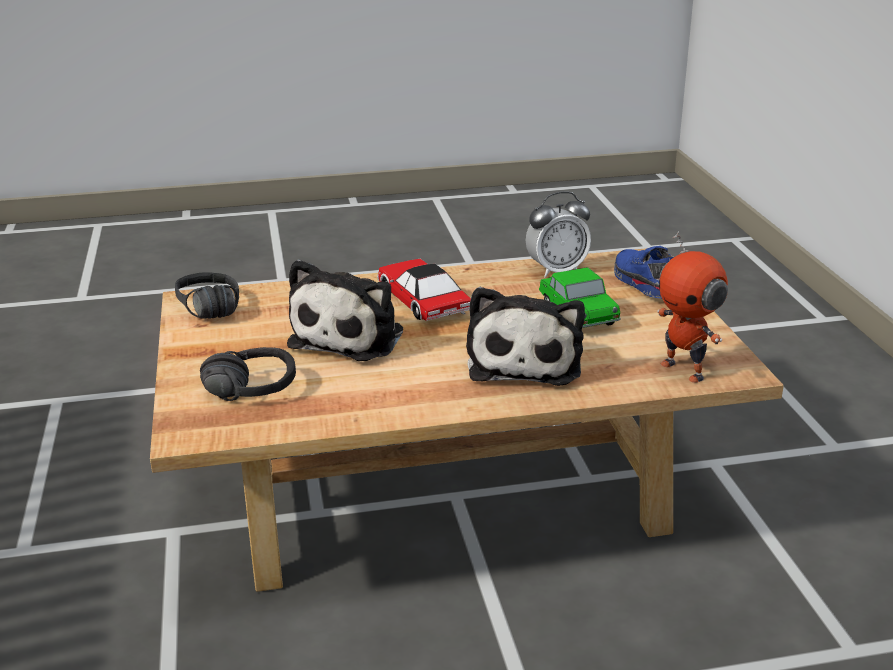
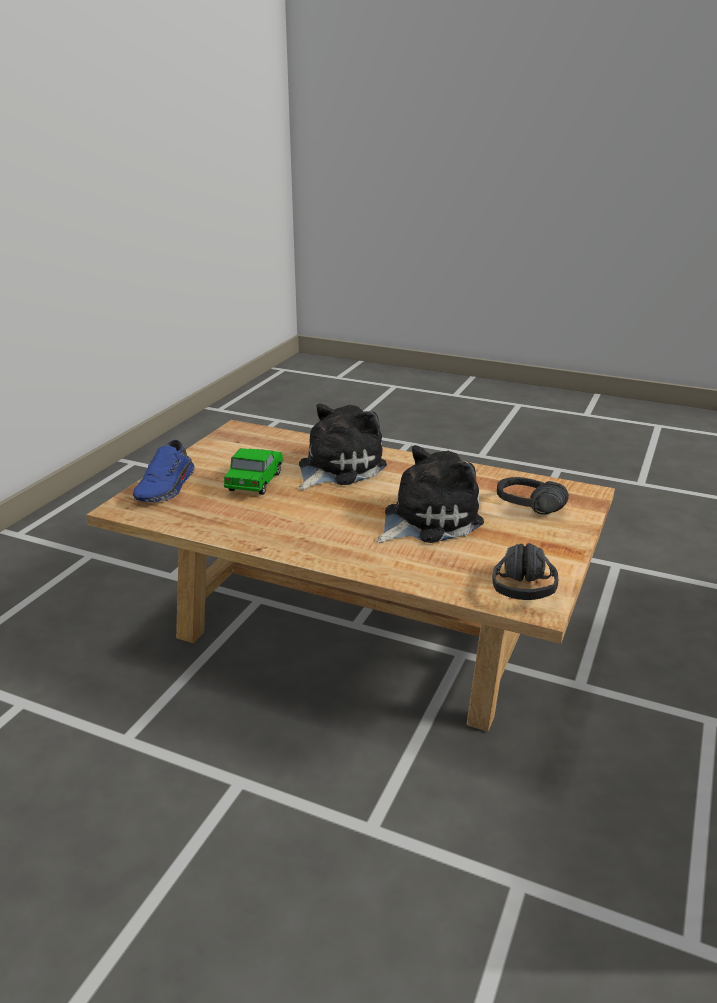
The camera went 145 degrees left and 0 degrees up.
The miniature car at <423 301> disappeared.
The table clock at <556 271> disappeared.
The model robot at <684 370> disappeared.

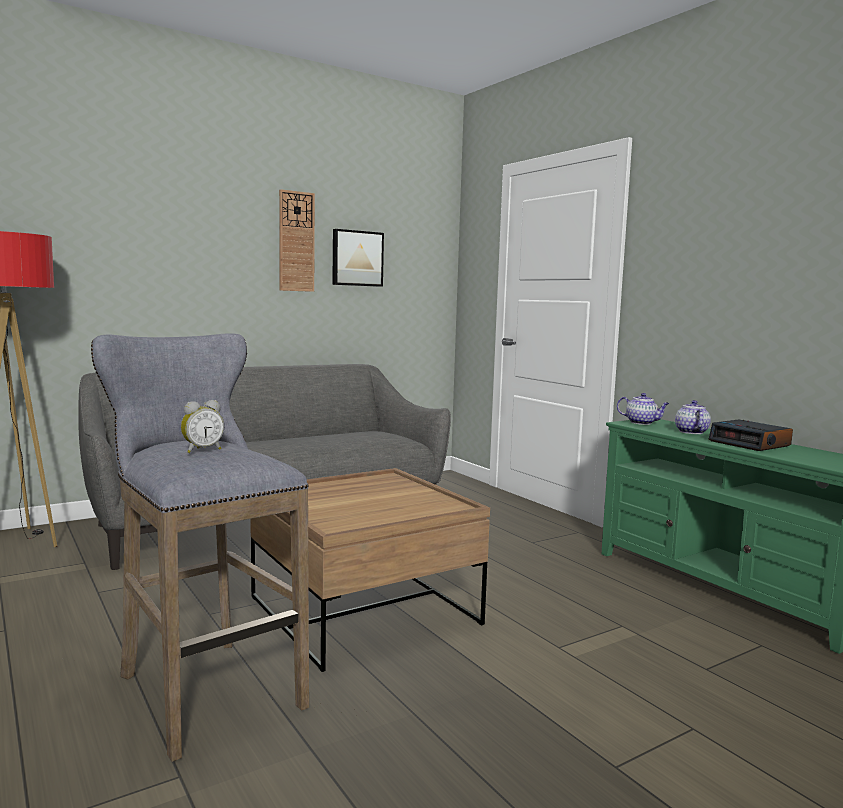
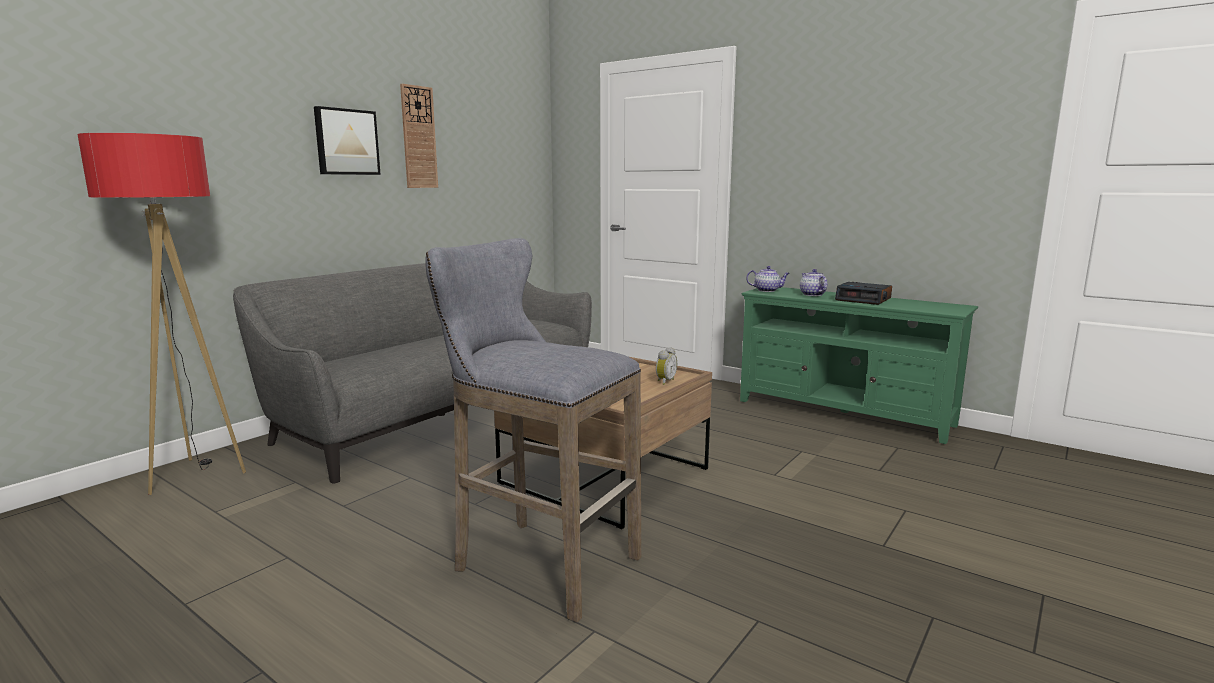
The camera went 20 degrees left and 5 degrees up.
The table clock moved from <202 450> to <664 381>.
The wall art moved from <357 258> to <346 142>.

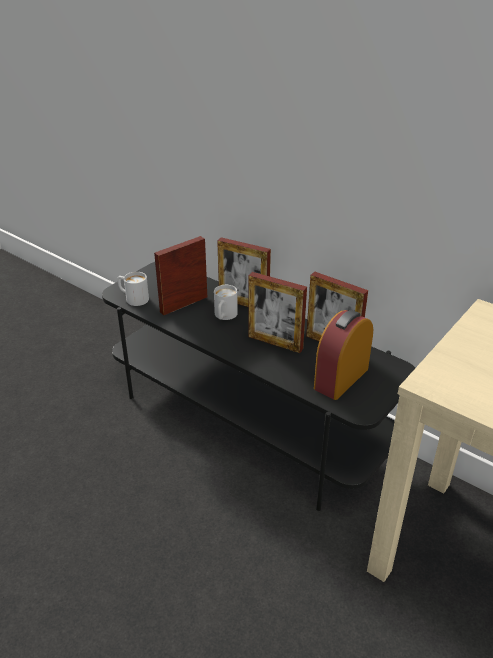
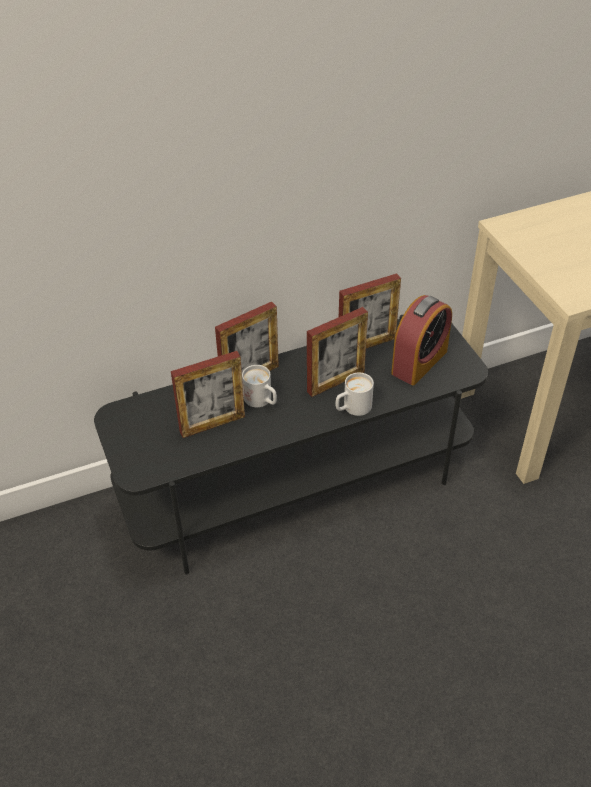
The camera went 60 degrees left and 10 degrees up.
The white coffee mug moved from <133 298> to <352 408>.
The standing frame at <184 304> turned 105 degrees counterclockwise.
The table clock at <341 378> turned 120 degrees counterclockwise.

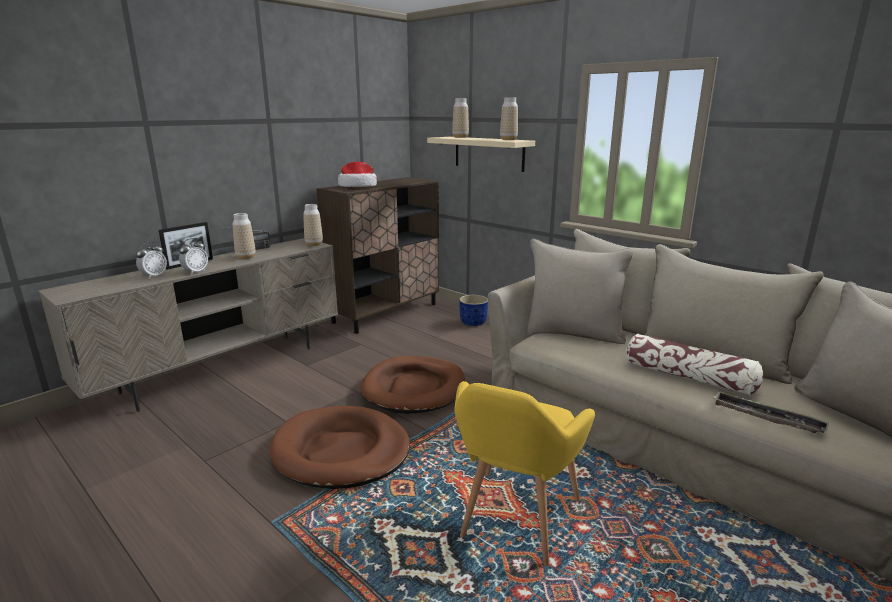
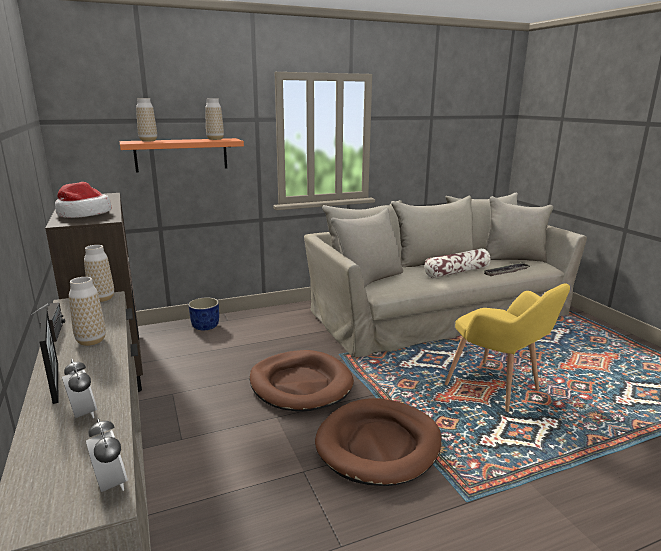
The camera went 65 degrees left and 0 degrees up.
The table clock moved from <195 272> to <111 484>.
The sand-coloured bracket shelf at <489 153> became the orangey bracket shelf at <181 155>.

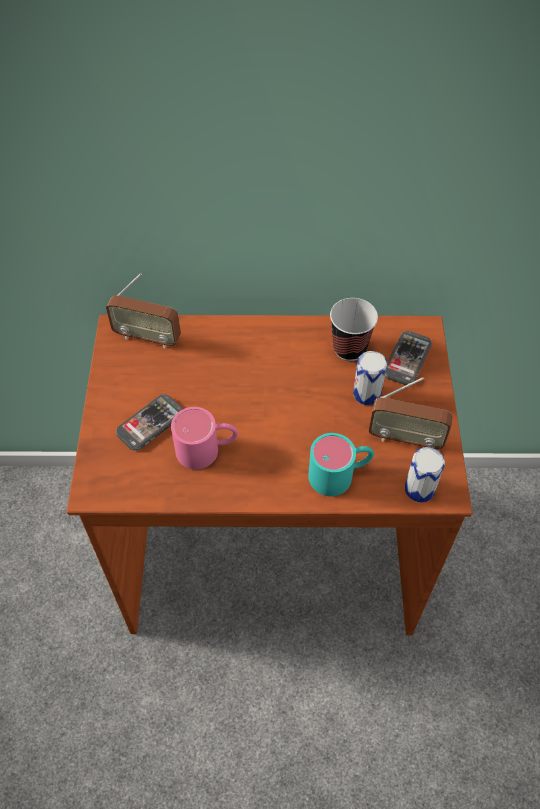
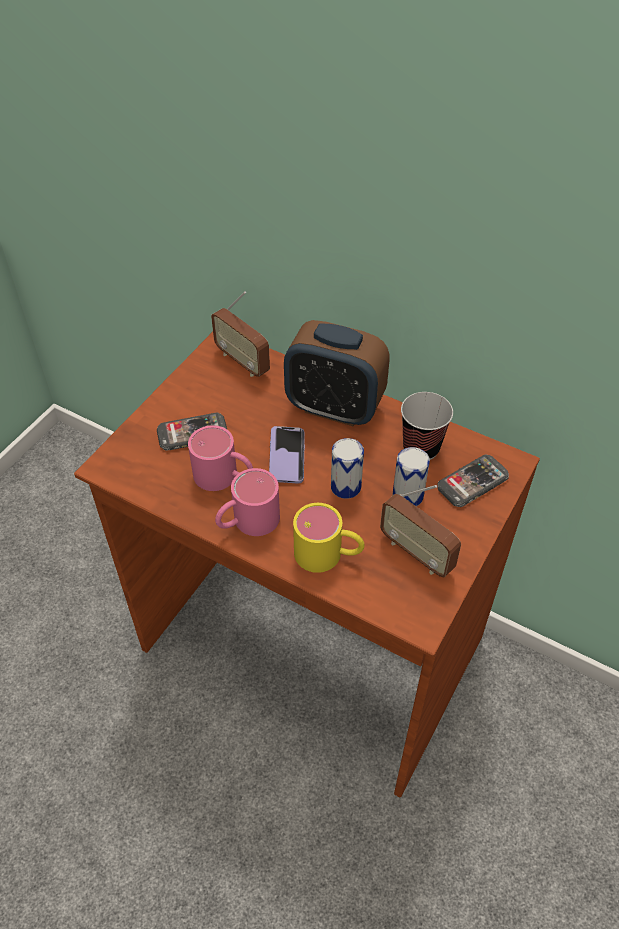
The camera went 30 degrees right and 5 degrees down.
The pinkish coffee mug at <247 522> appeared.
The phone at <287 456> appeared.
The table clock at <334 408> appeared.
The sealed can moved from <419 489> to <346 486>.
The blue-green coffee mug at <340 474> became the yellow coffee mug at <328 555>.

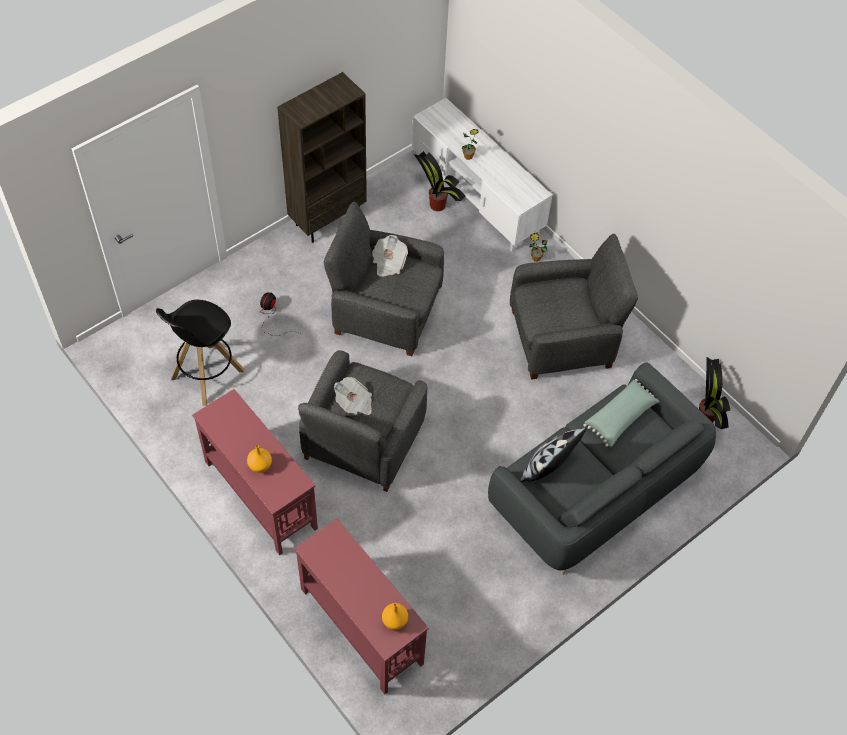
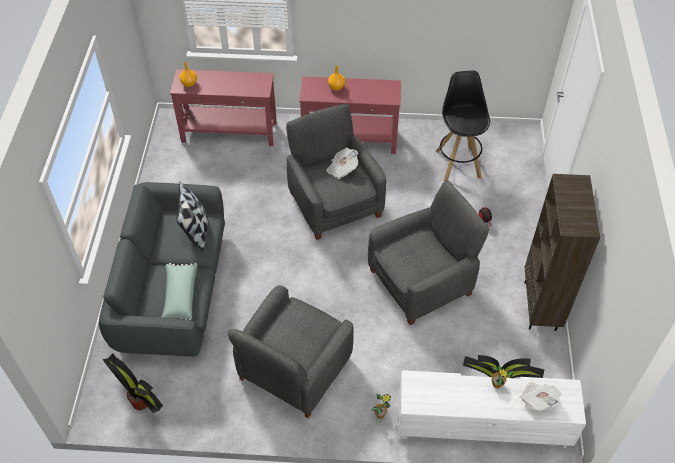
The camera went 135 degrees right and 5 degrees down.
The newspaper moved from <388 263> to <538 399>.

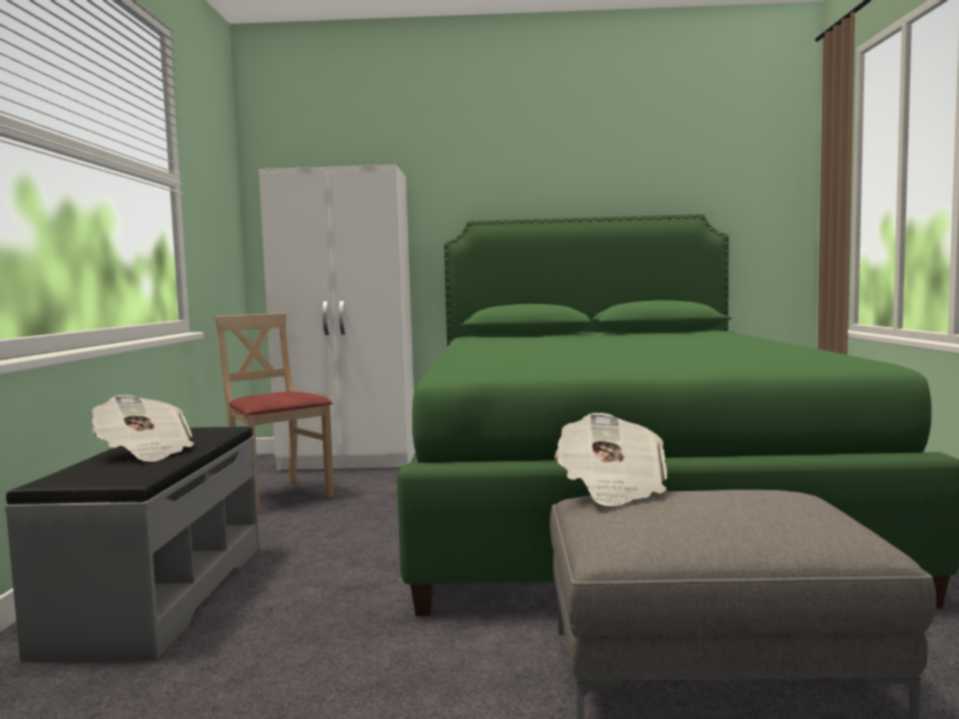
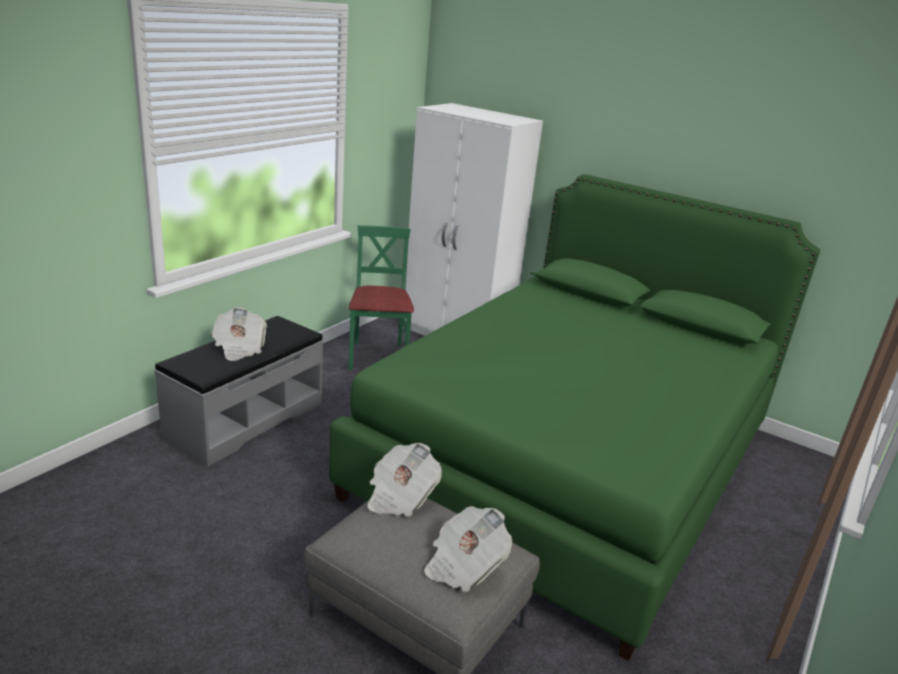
The camera went 30 degrees right and 20 degrees up.
The newspaper at <464 565> appeared.
The sand-coloured upright chair at <278 495> became the green-coloured upright chair at <378 356>.

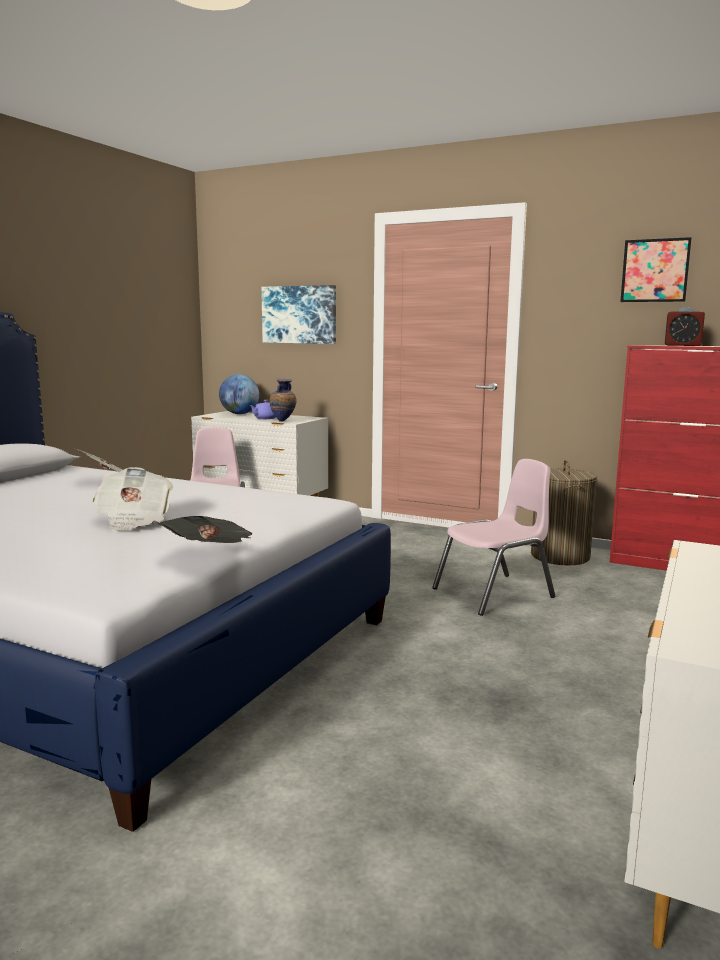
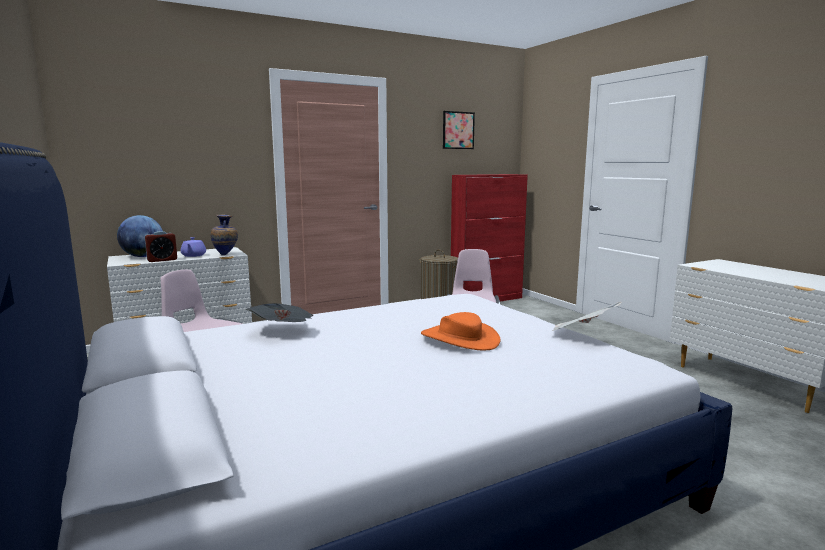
The camera went 55 degrees left and 0 degrees up.
The wall art at <299 314> disappeared.
The table clock moved from <682 345> to <162 260>.
The newspaper at <133 519> was replaced by the orangey hat at <460 339>.

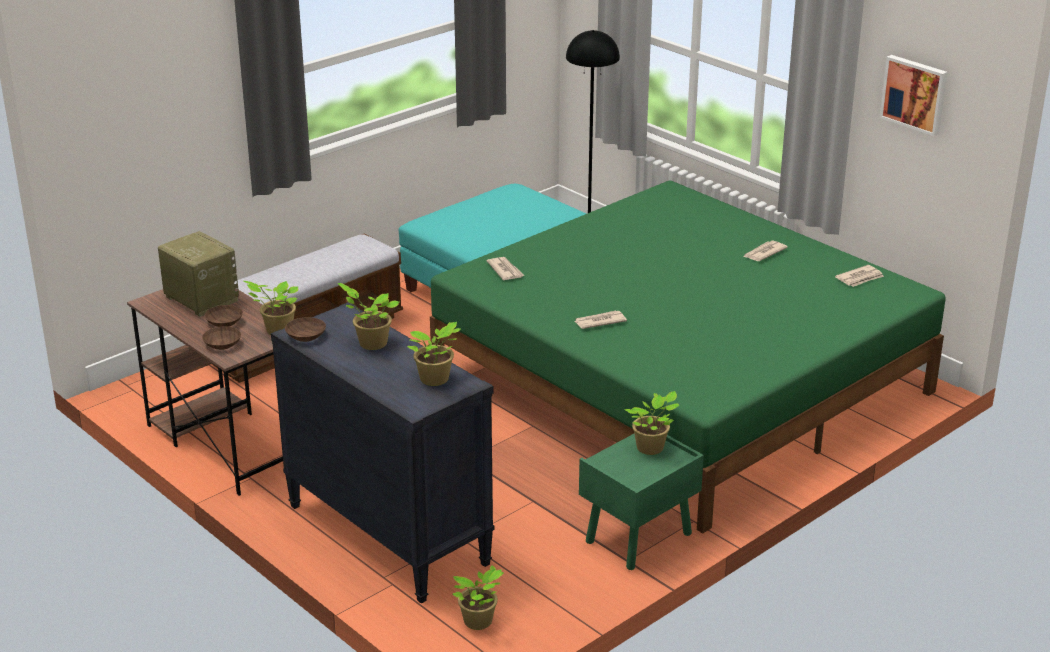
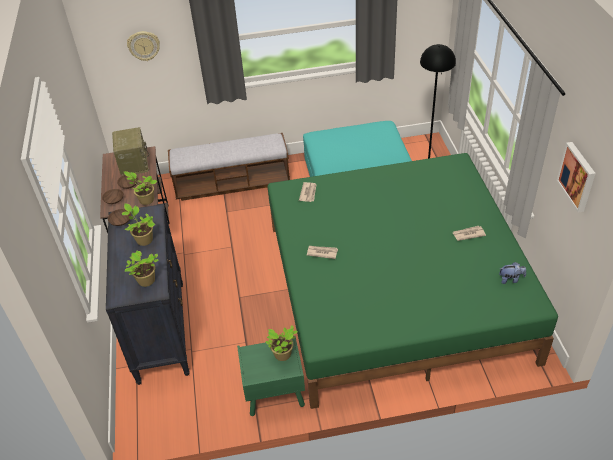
The camera went 35 degrees right and 15 degrees up.
The potted plant at <479 622> disappeared.
The wall clock at <144 45> appeared.
The newspaper at <860 278> was replaced by the soft toy at <510 279>.

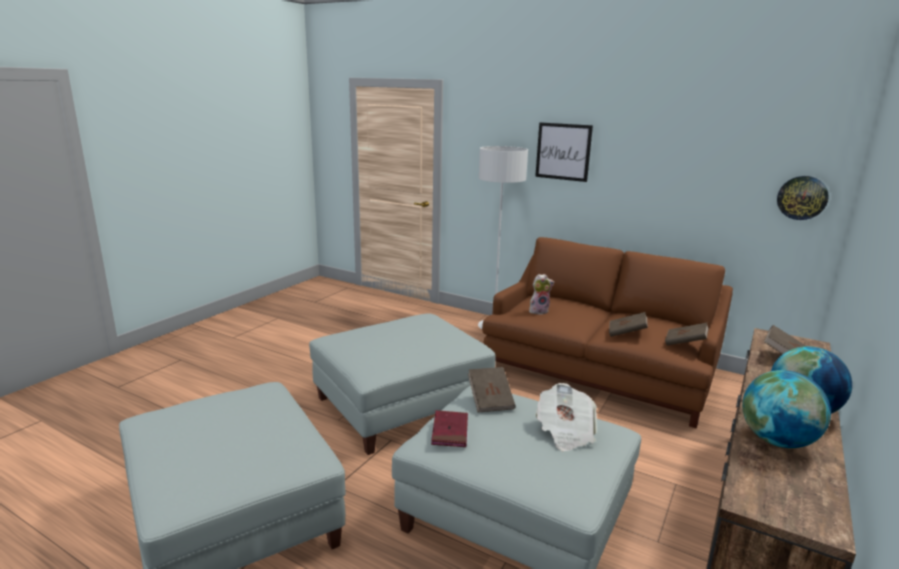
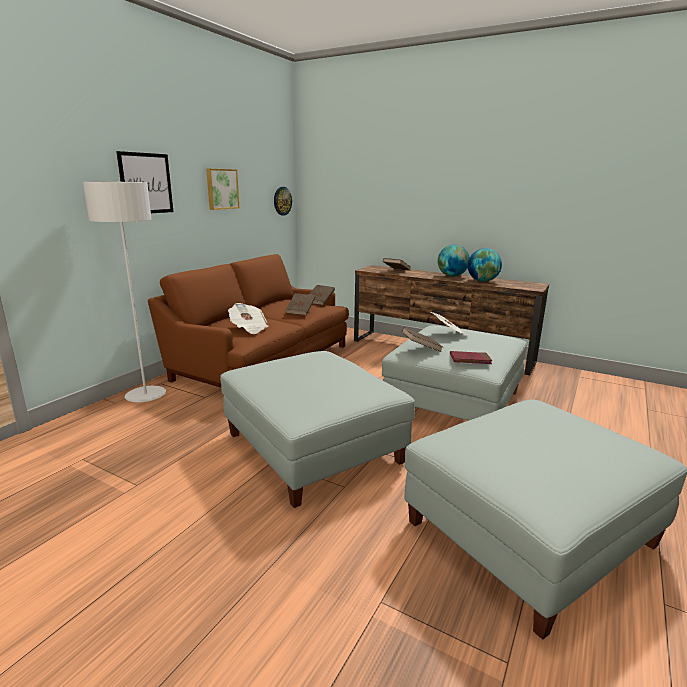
The camera went 90 degrees left and 0 degrees up.
The wall art at <221 189> appeared.
The soft toy at <539 311> was replaced by the newspaper at <249 328>.

